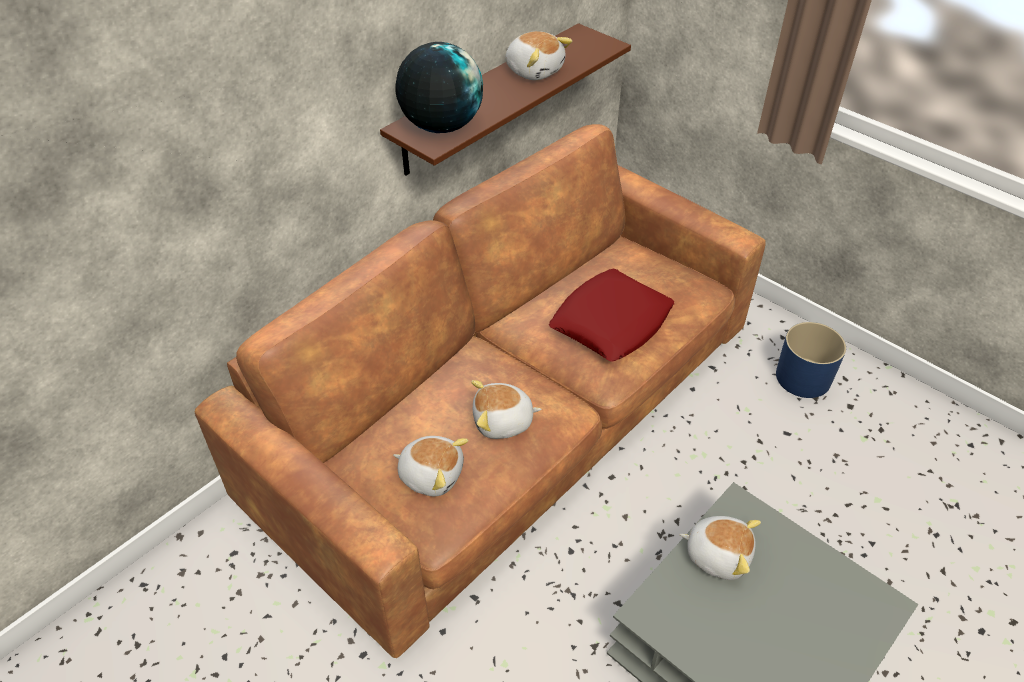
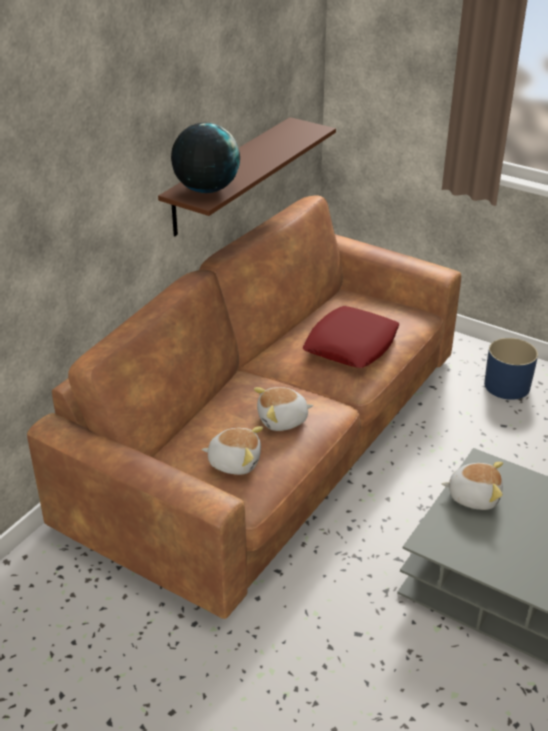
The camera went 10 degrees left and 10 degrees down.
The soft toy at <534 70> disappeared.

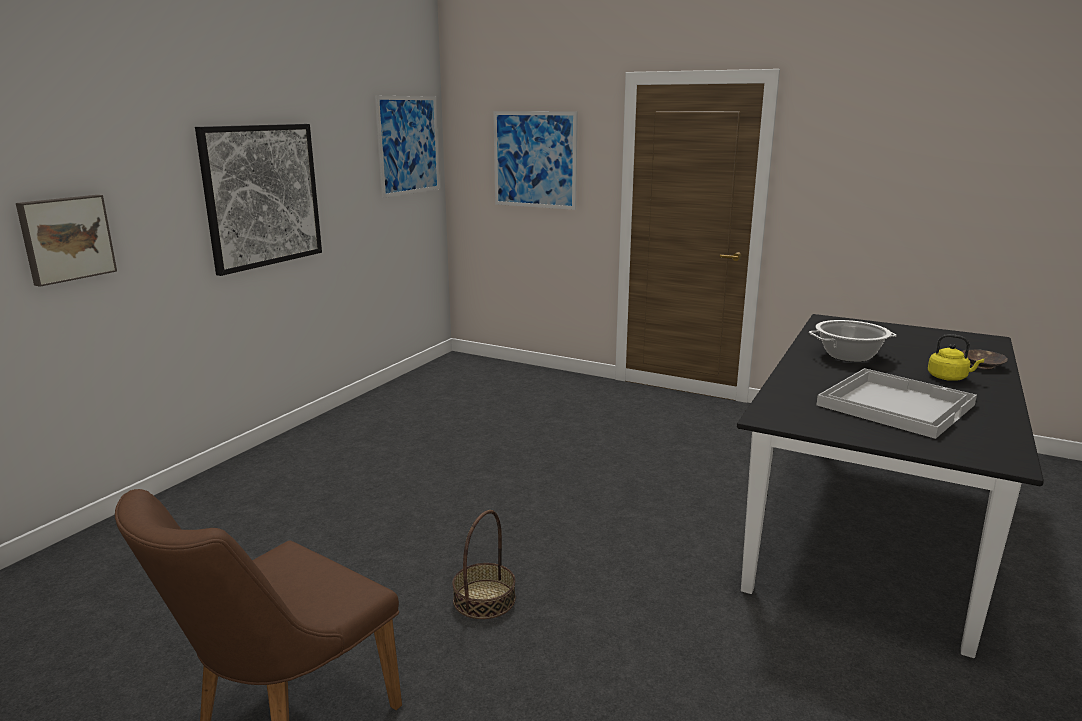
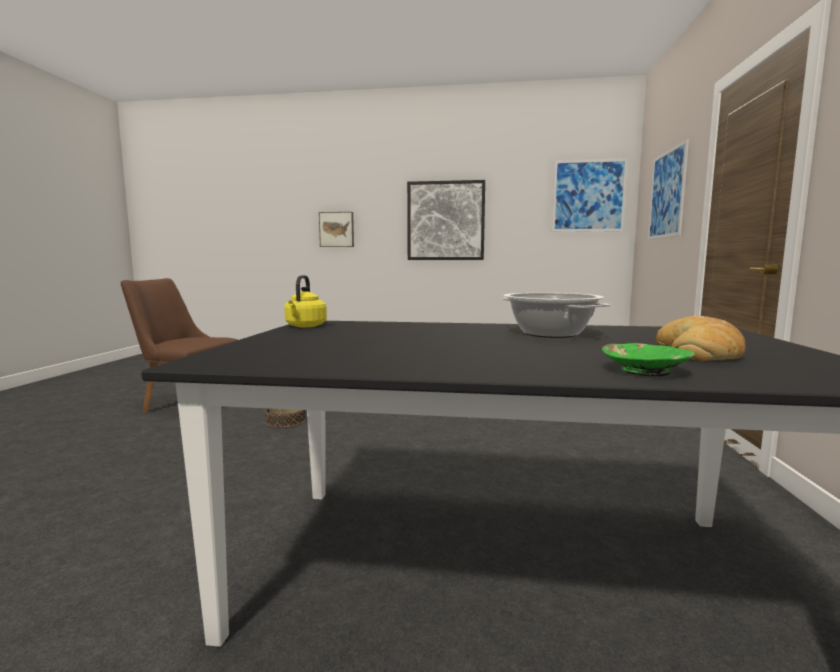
The camera went 70 degrees right and 10 degrees down.
The white tray at <894 404> disappeared.
The bread at <699 351> appeared.
The yellow kettle moved from <949 378> to <305 326>.
The brown deep dish at <980 365> became the green-coloured deep dish at <645 370>.

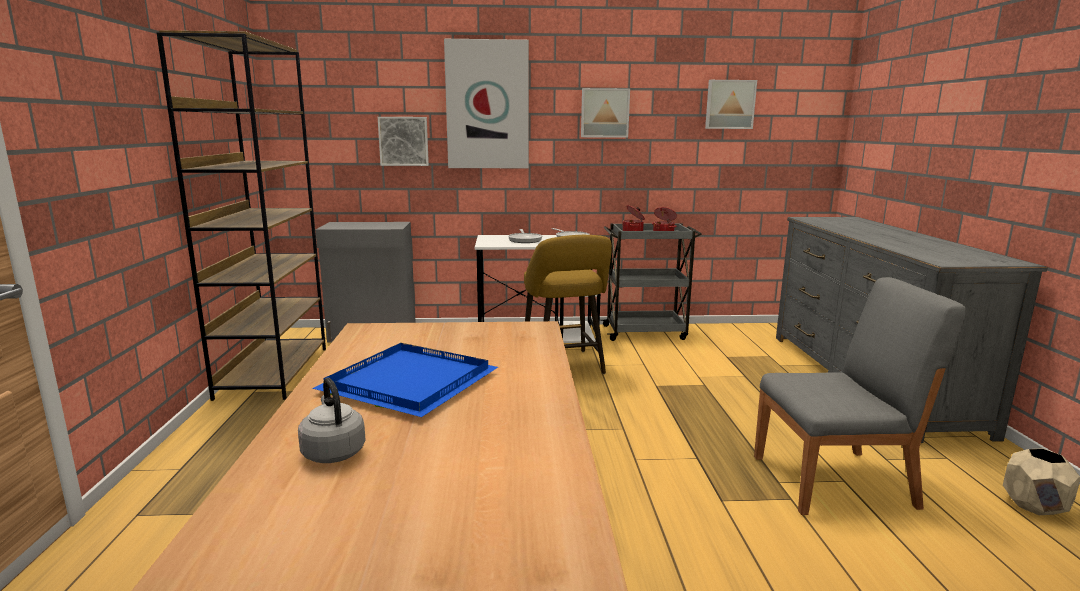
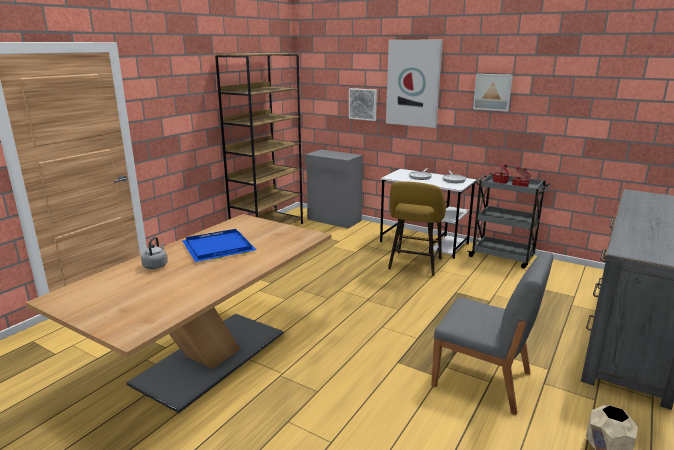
The camera went 35 degrees right and 5 degrees up.
The wall art at <729 104> disappeared.

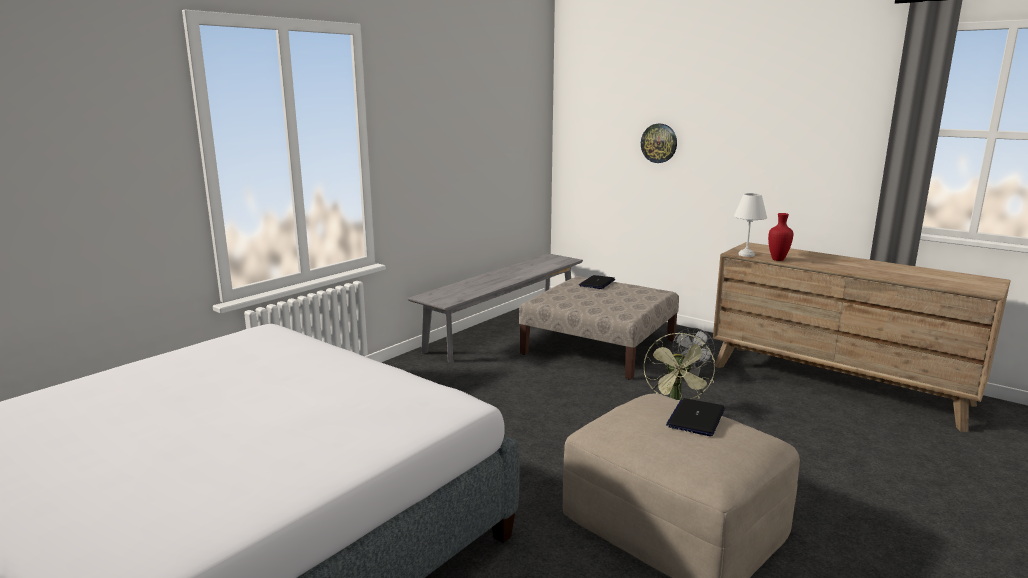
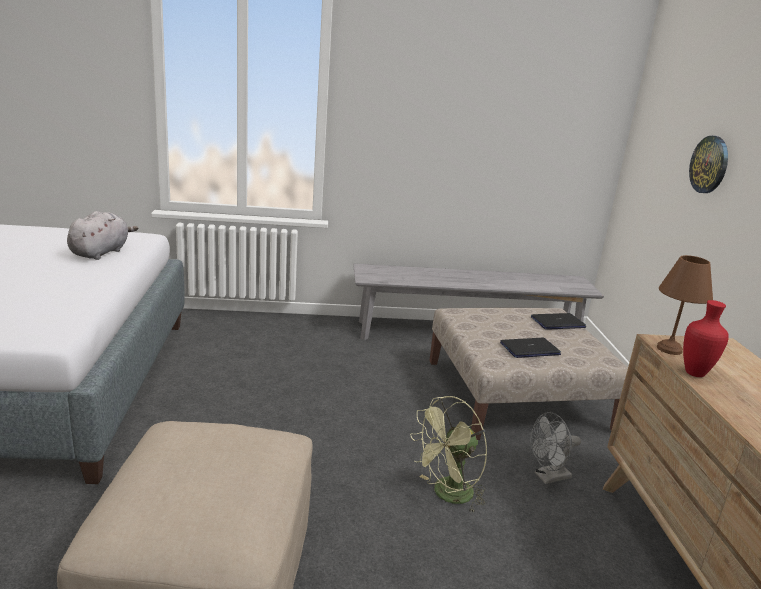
The camera went 45 degrees right and 5 degrees up.
The gray soft toy at <101 252> appeared.
The notebook computer moved from <696 418> to <529 349>.
The white tabletop lamp at <745 254> became the brown tabletop lamp at <668 348>.

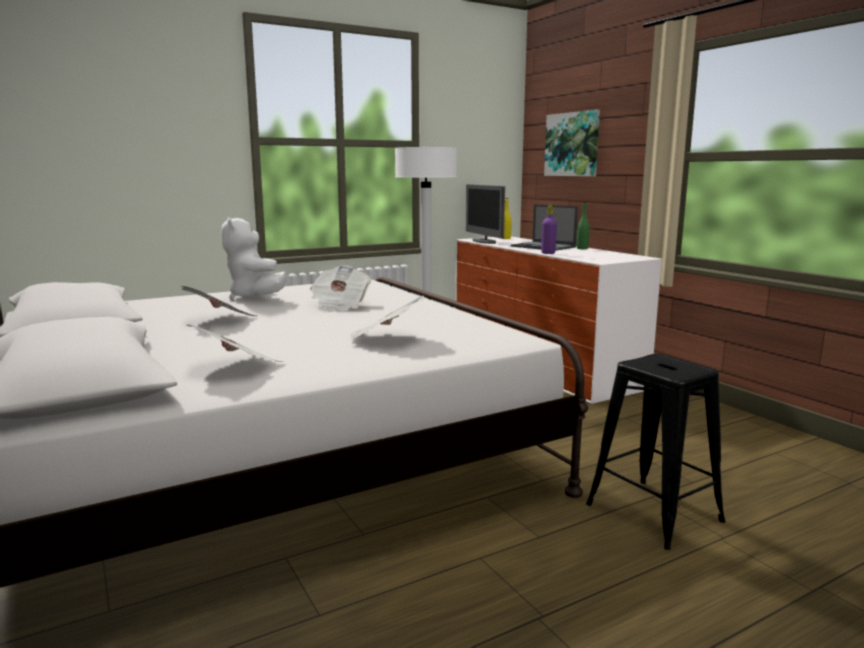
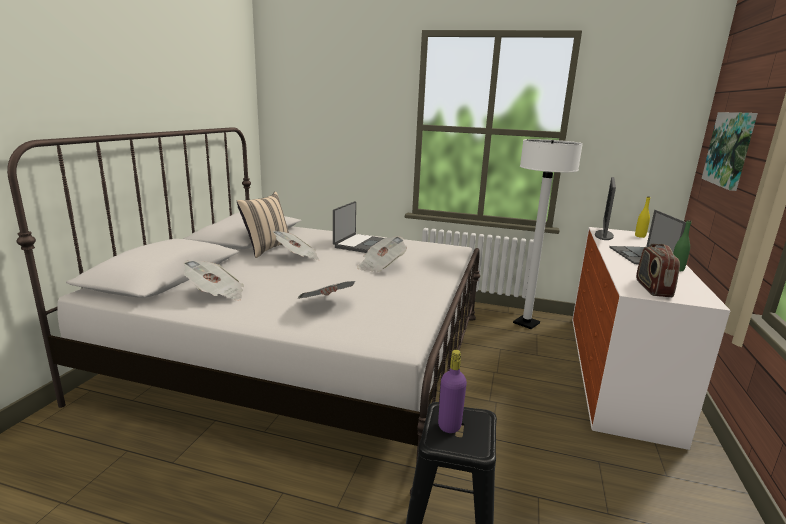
The camera went 45 degrees right and 5 degrees up.
The sand-coloured throw pillow at <266 249> appeared.
The radio at <652 288> appeared.
The purplish bottle moved from <548 253> to <449 426>.
The white soft toy at <255 297> was replaced by the notebook computer at <359 244>.

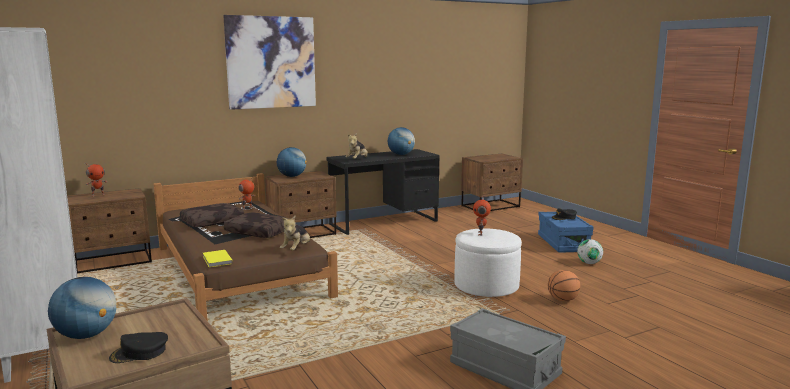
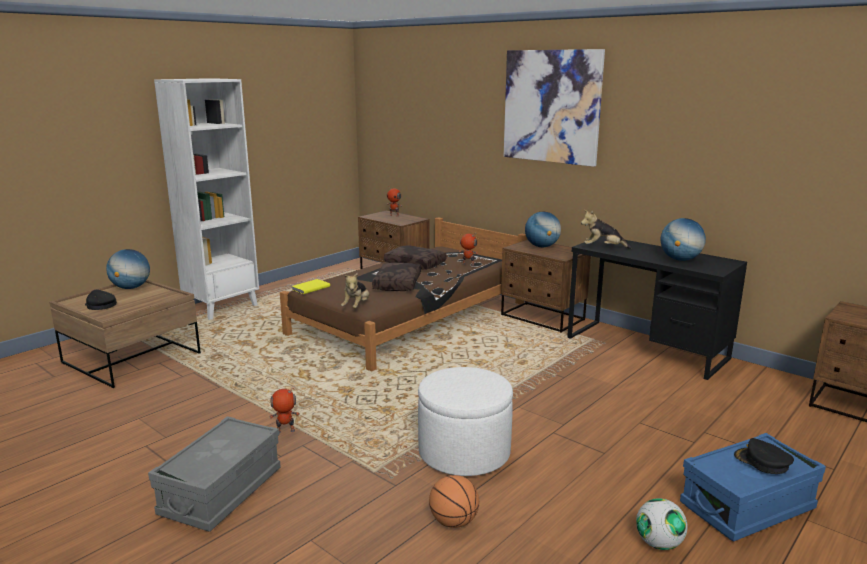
The camera went 70 degrees right and 5 degrees up.
The model robot moved from <481 233> to <285 432>.
The soft toy at <296 249> turned 75 degrees counterclockwise.

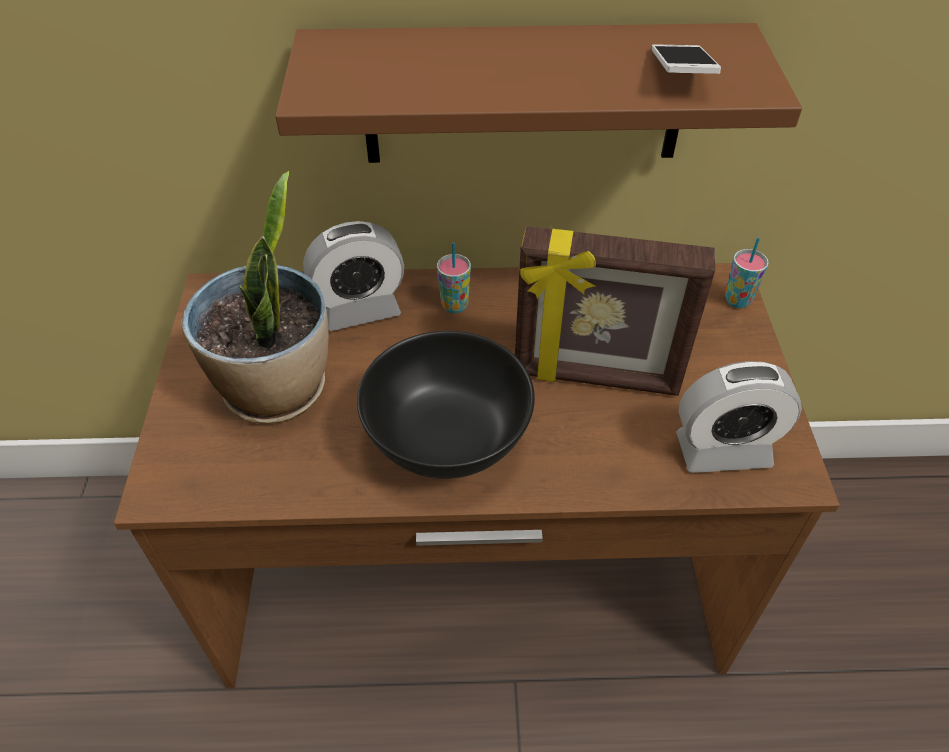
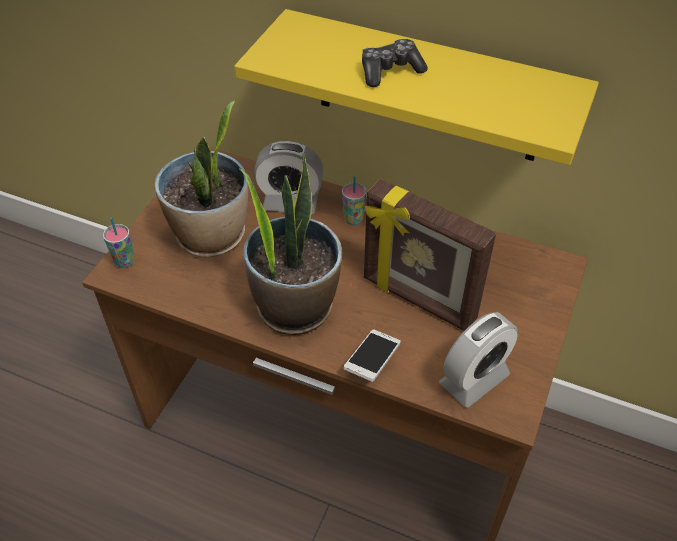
The camera went 25 degrees right and 0 degrees up.
The joypad at <390 71> appeared.
The phone moved from <680 75> to <372 361>.
The drinking cup moved from <737 300> to <124 261>.
The black deep dish at <447 442> was replaced by the potted plant at <295 306>.
The brown bracket shelf at <524 95> became the yellow bracket shelf at <428 88>.
The table clock at <723 450> turned 60 degrees counterclockwise.

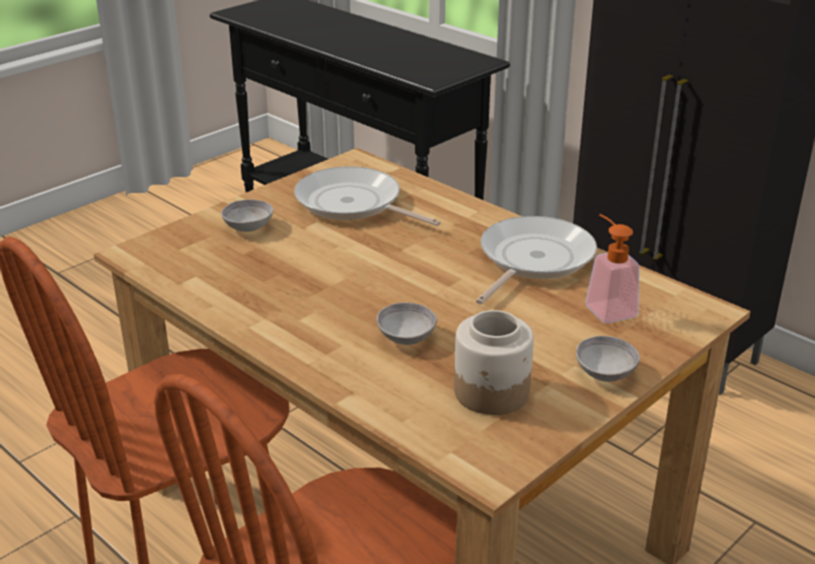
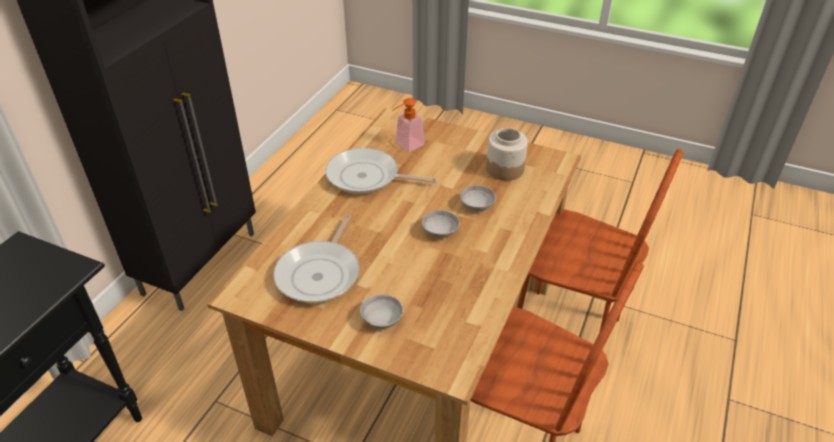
The camera went 110 degrees left and 10 degrees up.
The gray deep dish moved from <605 373> to <440 232>.

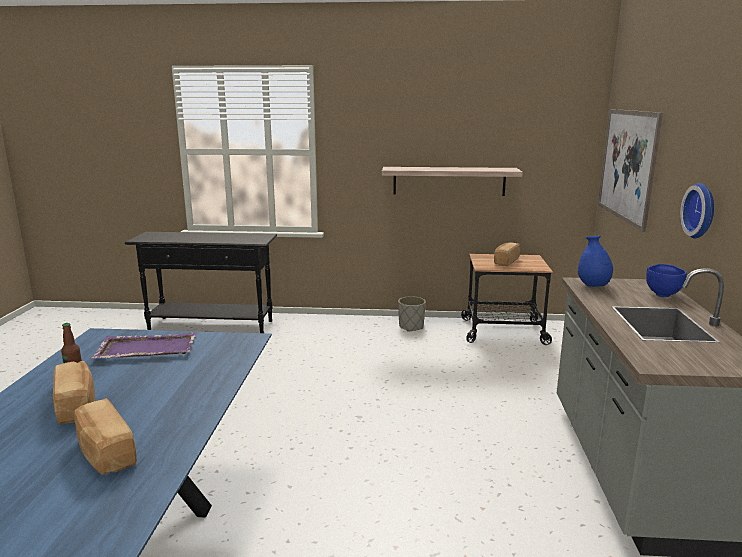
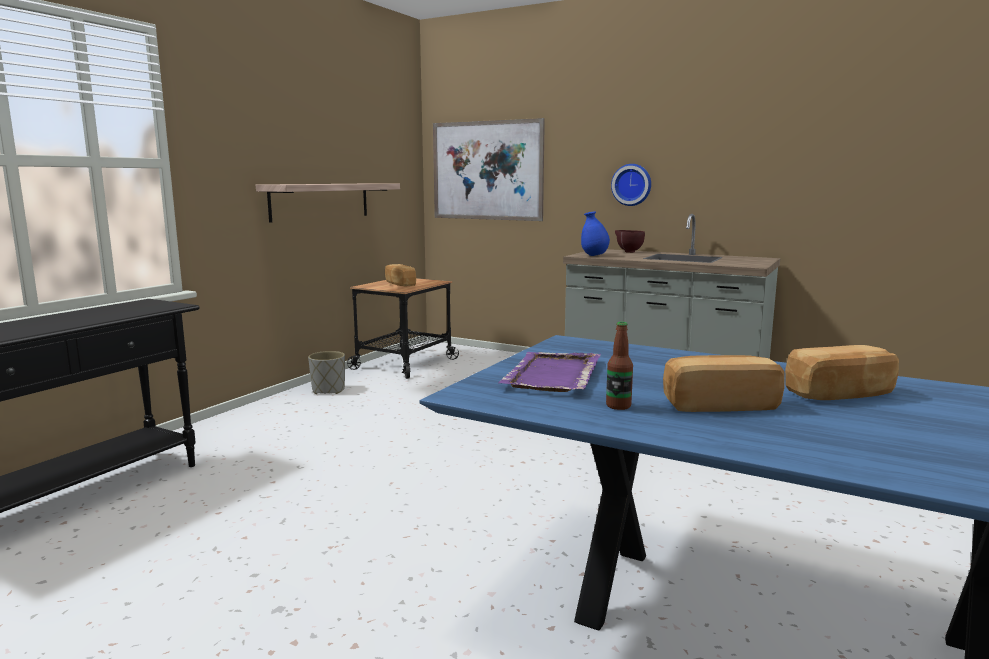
The camera went 65 degrees left and 5 degrees down.
The blue deep dish at <662 294> became the brown deep dish at <628 252>.

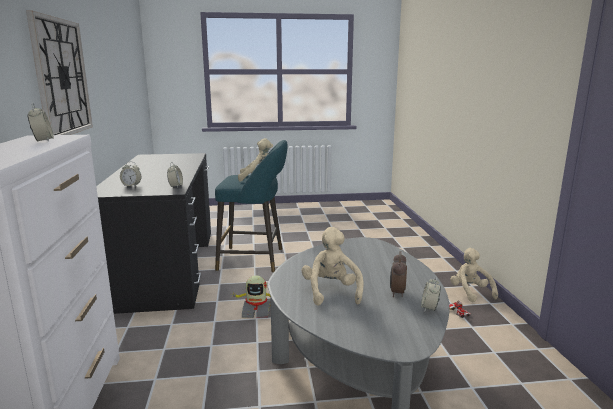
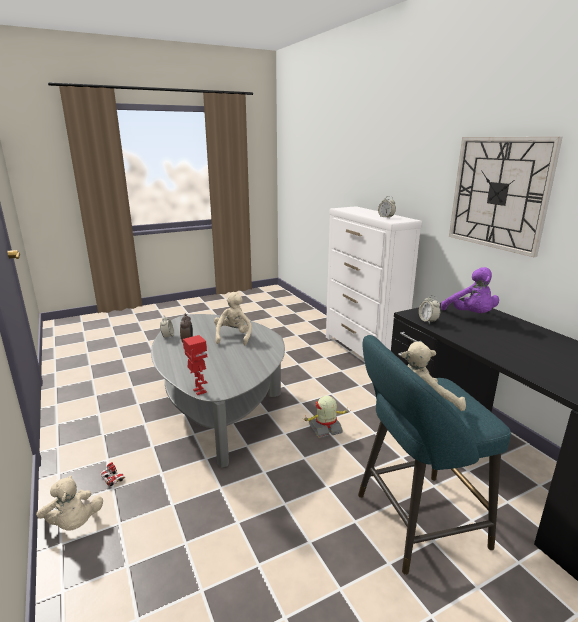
The camera went 160 degrees right and 5 degrees up.
The model robot at <199 391> appeared.
The table clock at <131 185> was replaced by the purplish soft toy at <470 315>.
The sand-coloured soft toy at <331 292> turned 150 degrees counterclockwise.

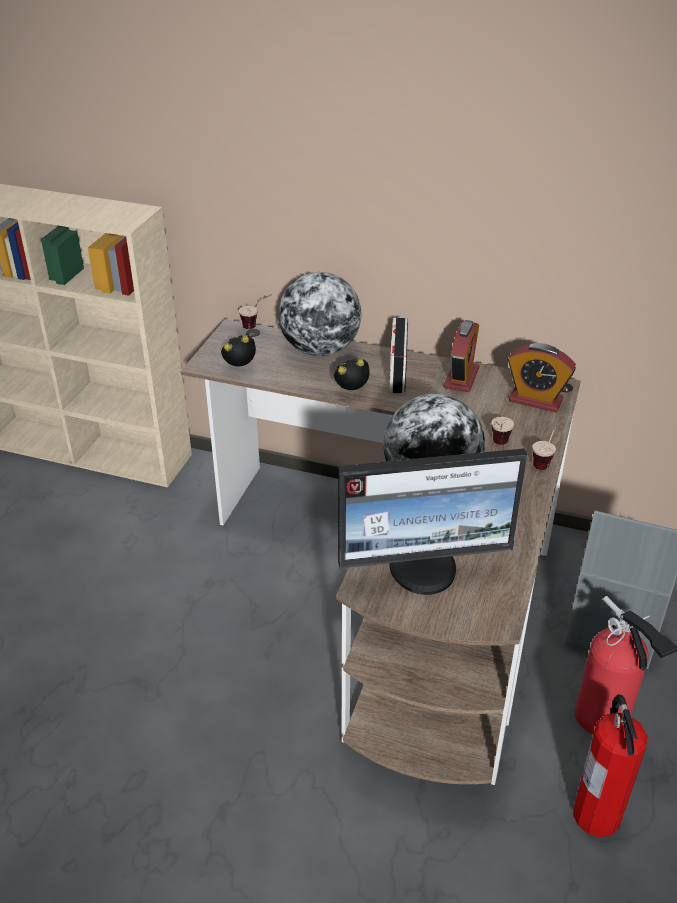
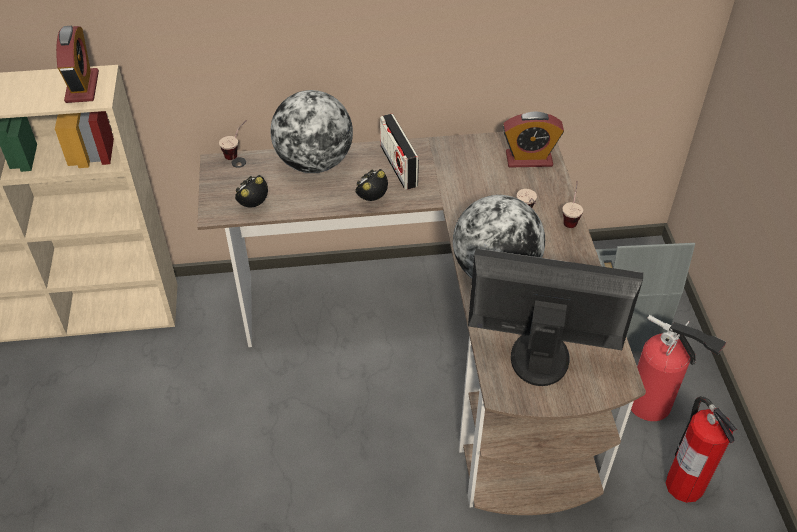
The camera went 25 degrees left and 10 degrees up.
The table clock moved from <461 378> to <82 87>.
The monitor at <424 569> turned 135 degrees counterclockwise.

